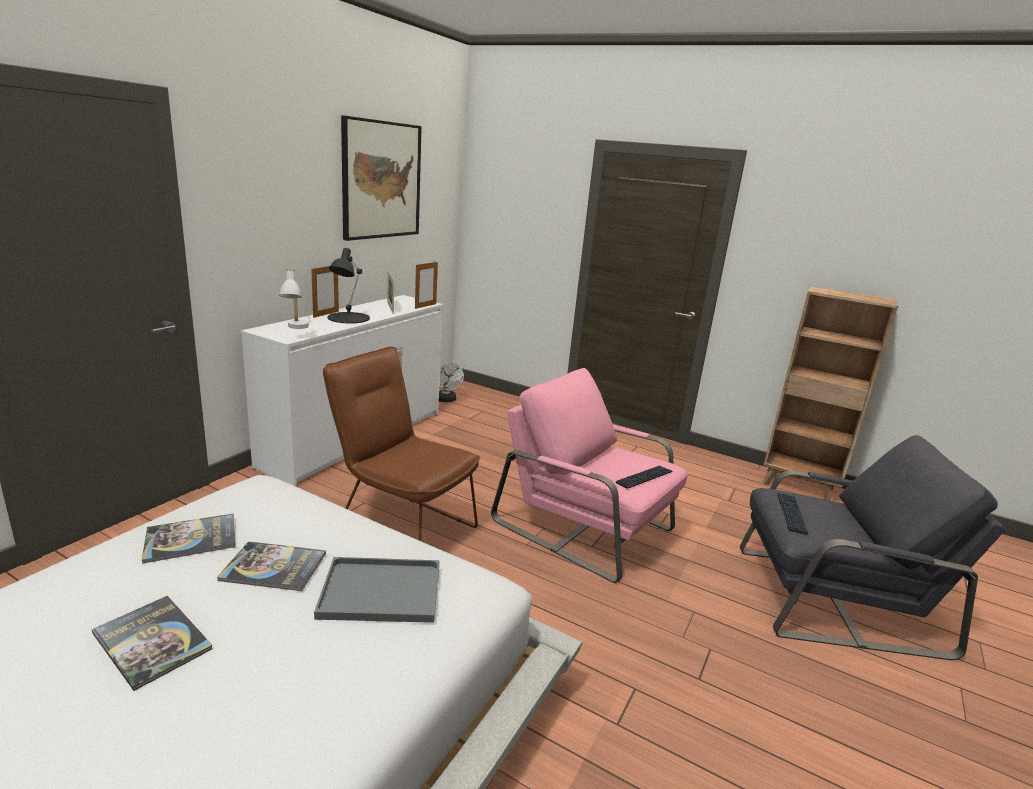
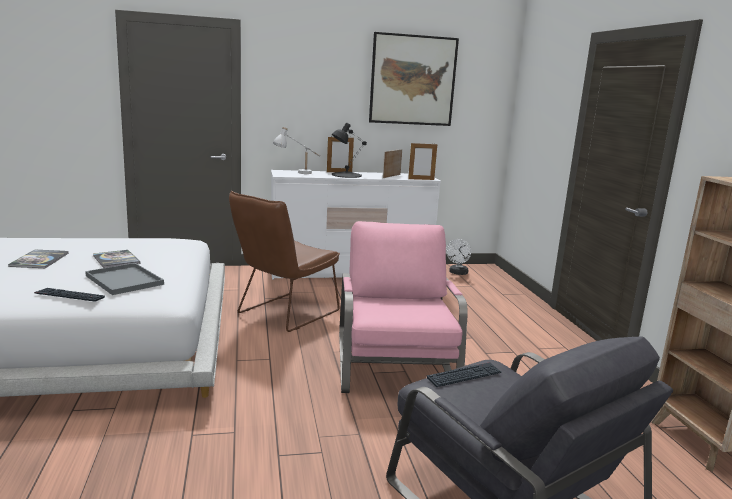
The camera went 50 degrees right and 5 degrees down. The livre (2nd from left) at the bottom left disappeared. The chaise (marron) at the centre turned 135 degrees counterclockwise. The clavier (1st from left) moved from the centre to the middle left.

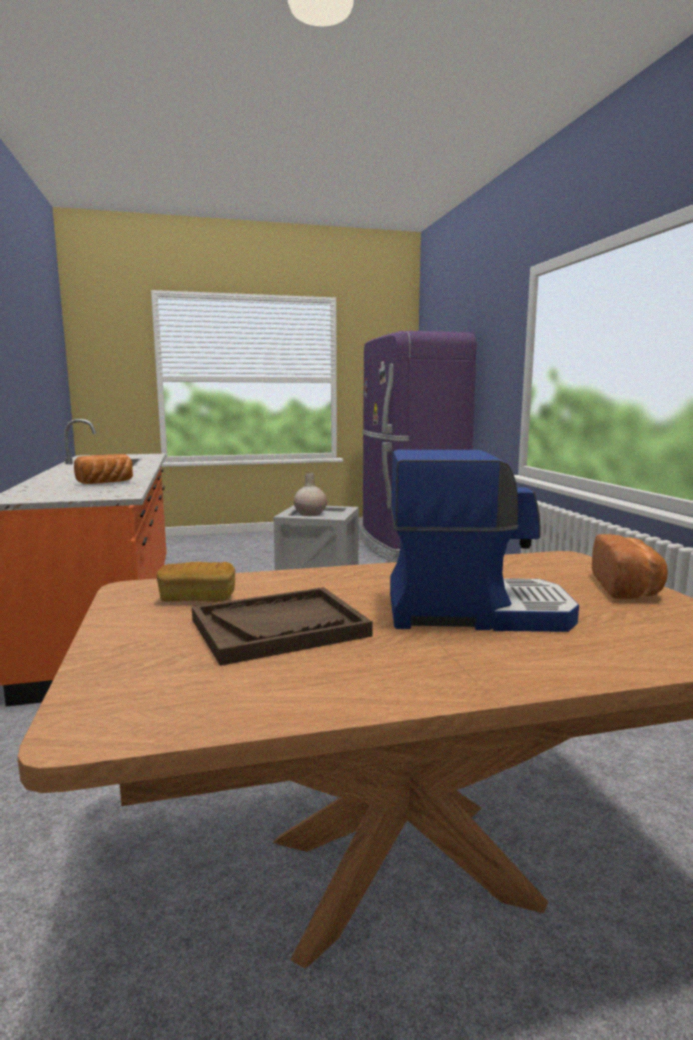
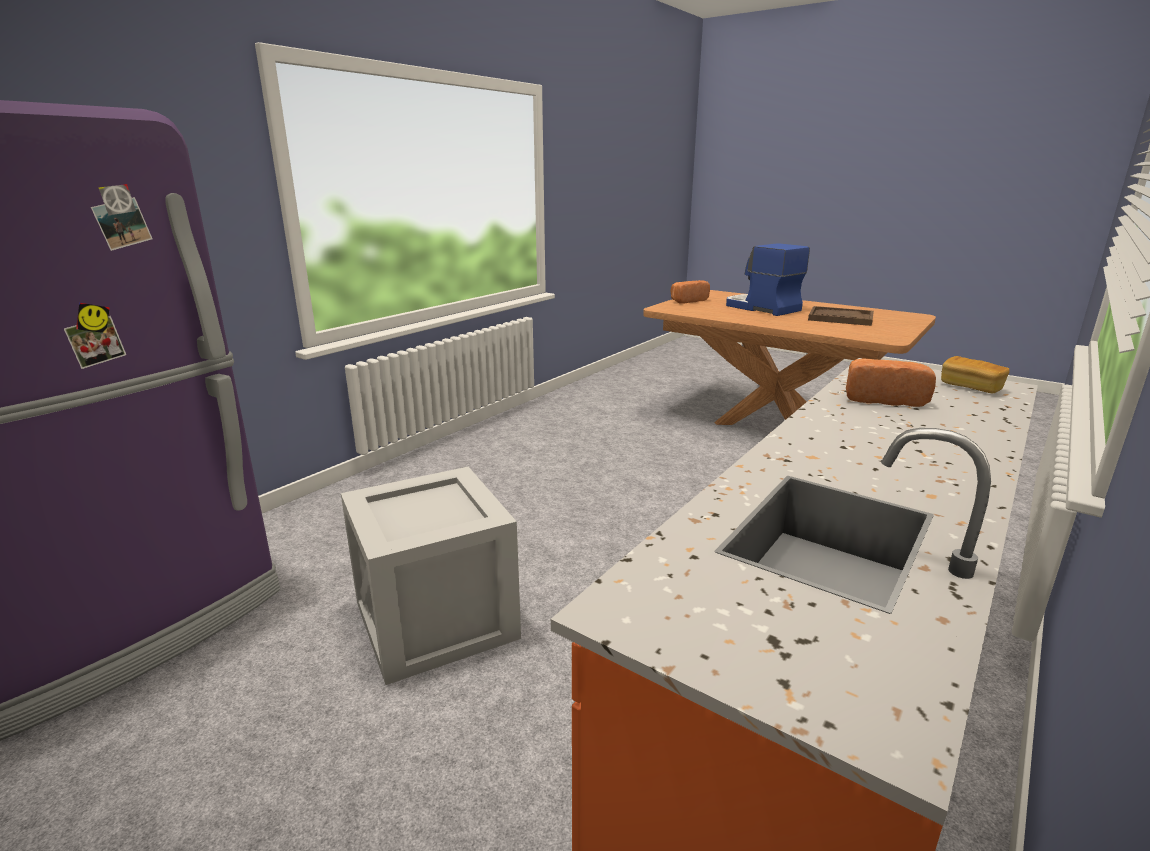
The camera went 130 degrees left and 10 degrees up. The pain (2nd from left in the first image) moved from the middle left to the middle right. The vase (beige) at the centre disappeared.

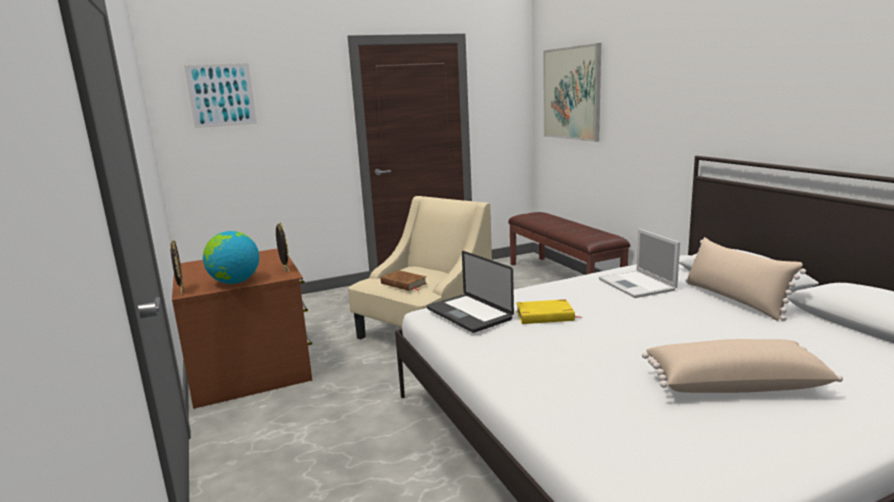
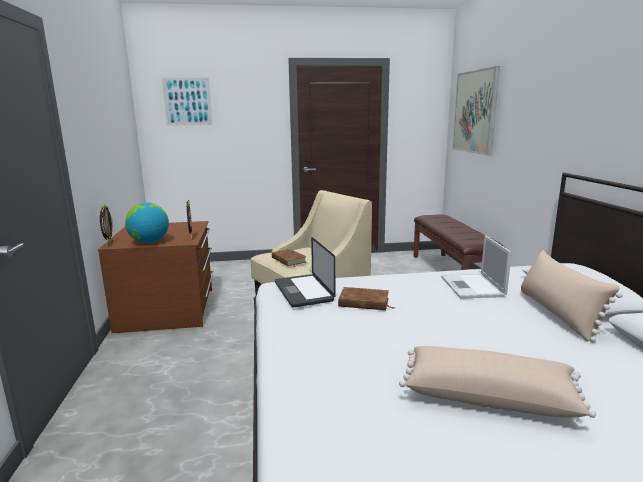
The camera went 15 degrees right and 0 degrees up. The livre (jaune) at the centre became the livre (marron) (2nd from left) at the centre.

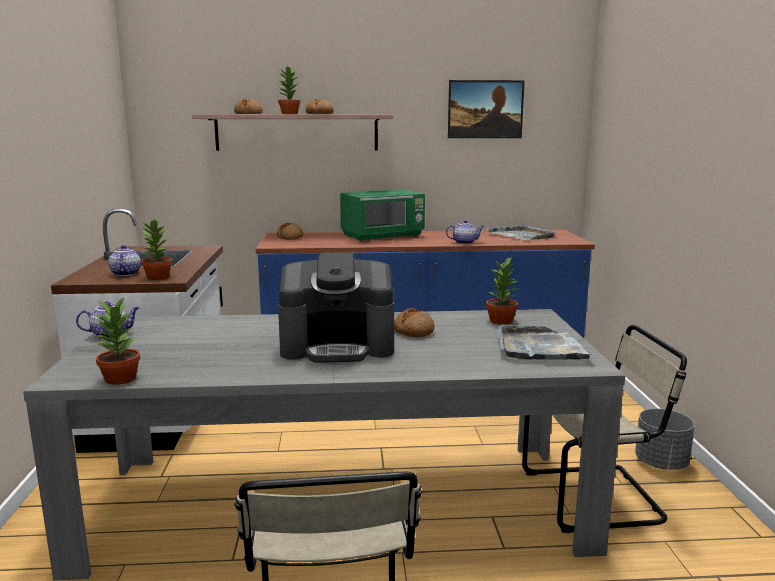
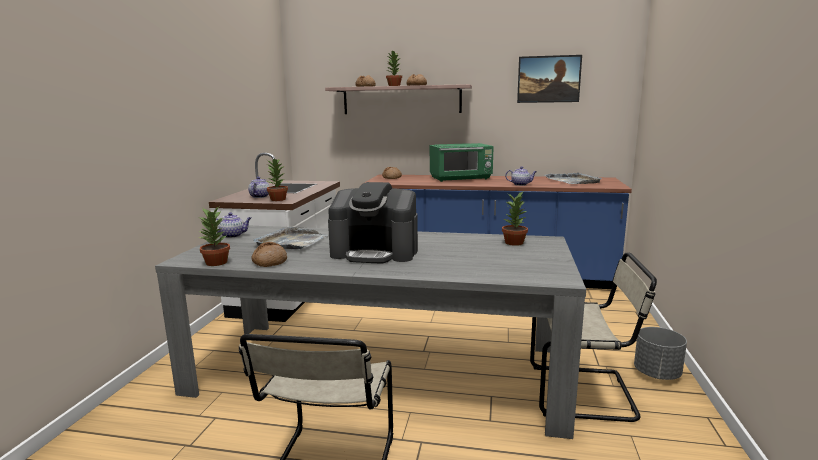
The camera went 15 degrees right and 0 degrees up. The pain (4th from left in the first image) moved from the centre to the middle left. The plateau (gris) (2nd from left in the first image) moved from the middle right to the centre.

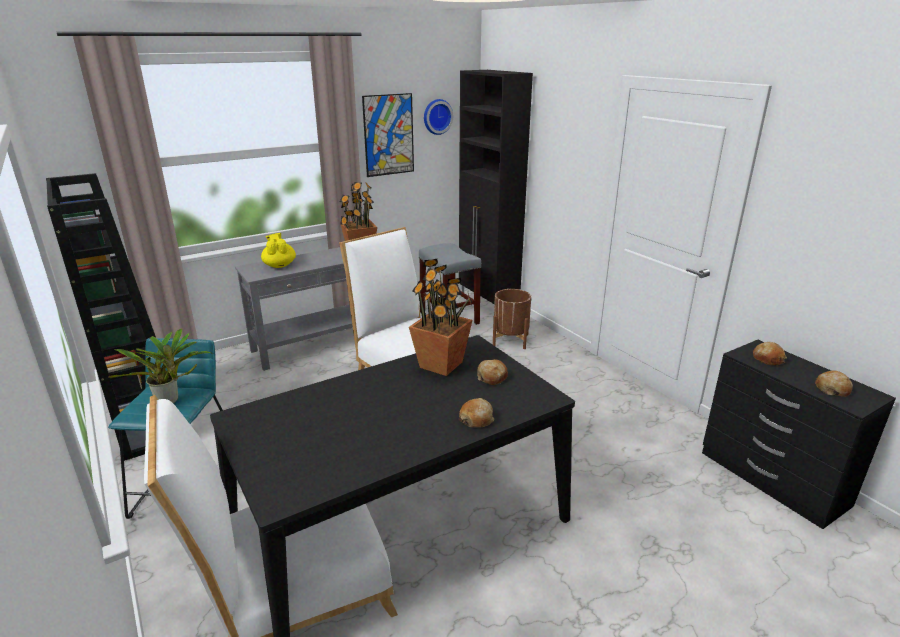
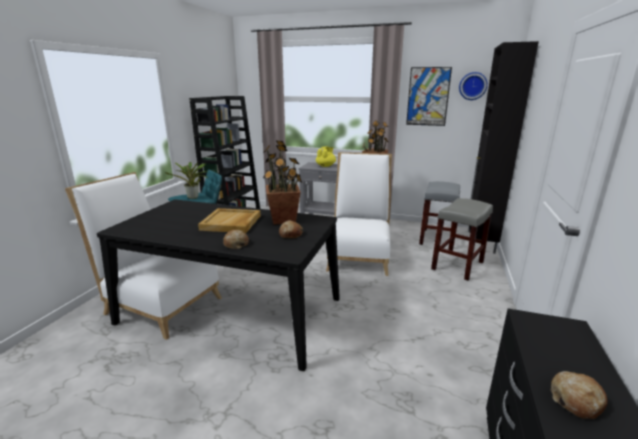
The camera went 50 degrees right and 5 degrees down. The cache-pot (marron) at the centre was replaced by the tabouret (gris) (2nd from left) at the middle right. The pain (3rd from left) at the middle right disappeared. The plateau (beige) at the centre appeared.

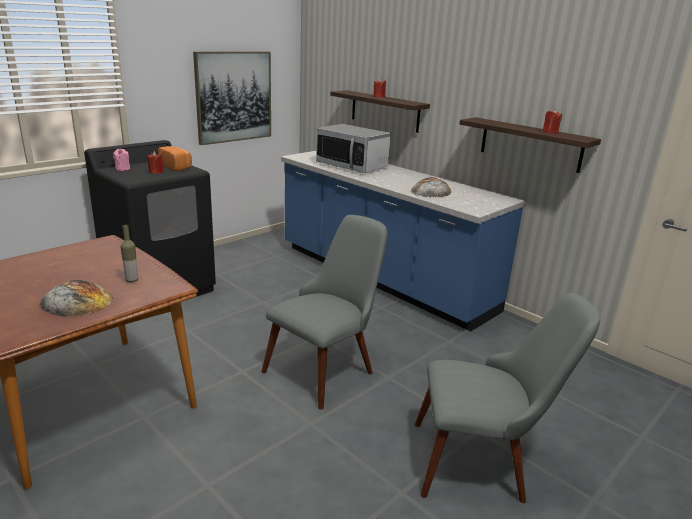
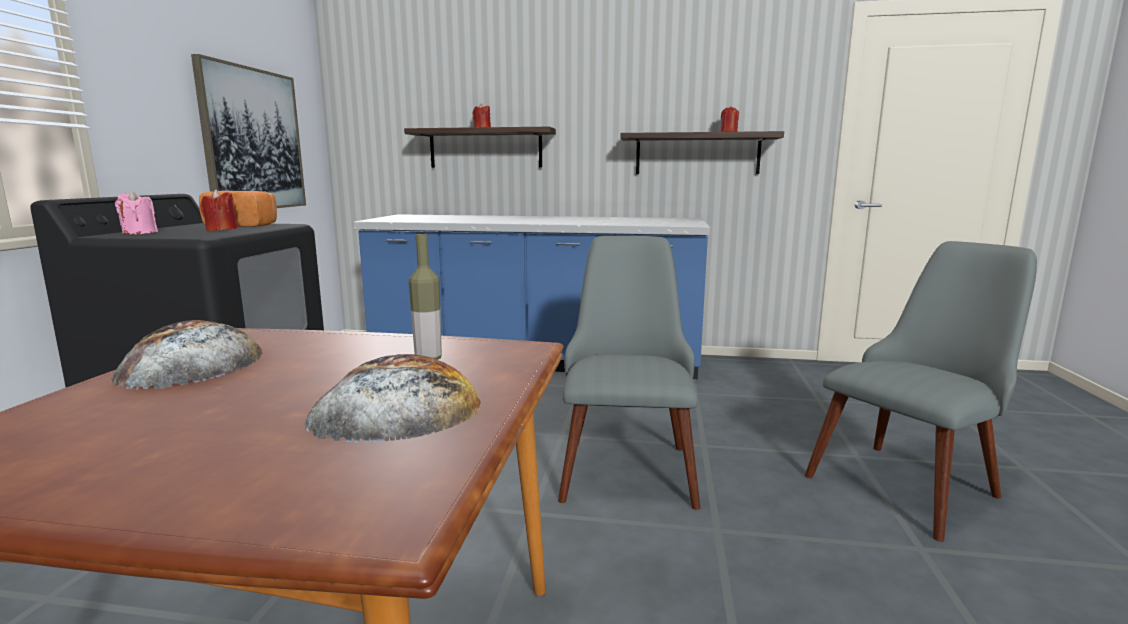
The camera went 35 degrees left and 10 degrees down. The micro-ondes at the top centre disappeared. The pain (3rd from left in the first image) moved from the centre to the middle left.

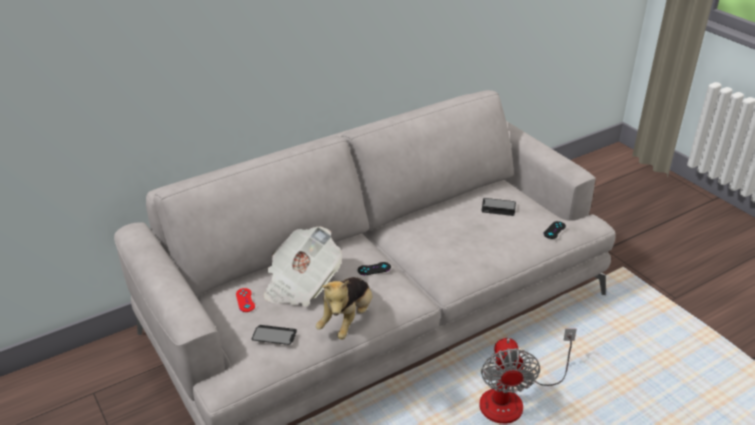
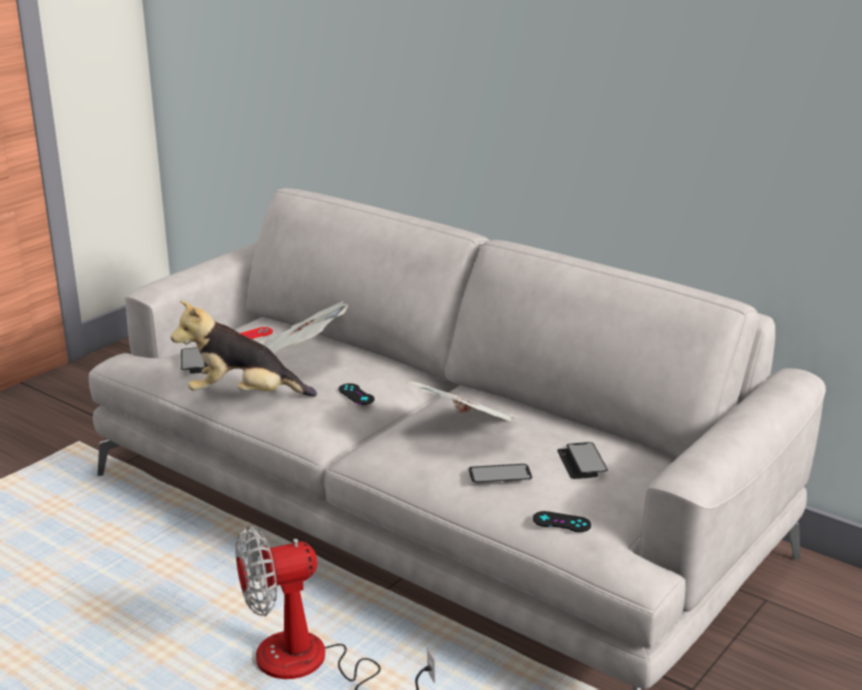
The camera went 70 degrees right and 10 degrees down. The journal (2nd from left) at the centre appeared. The téléphone (2nd from left) at the bottom centre appeared.

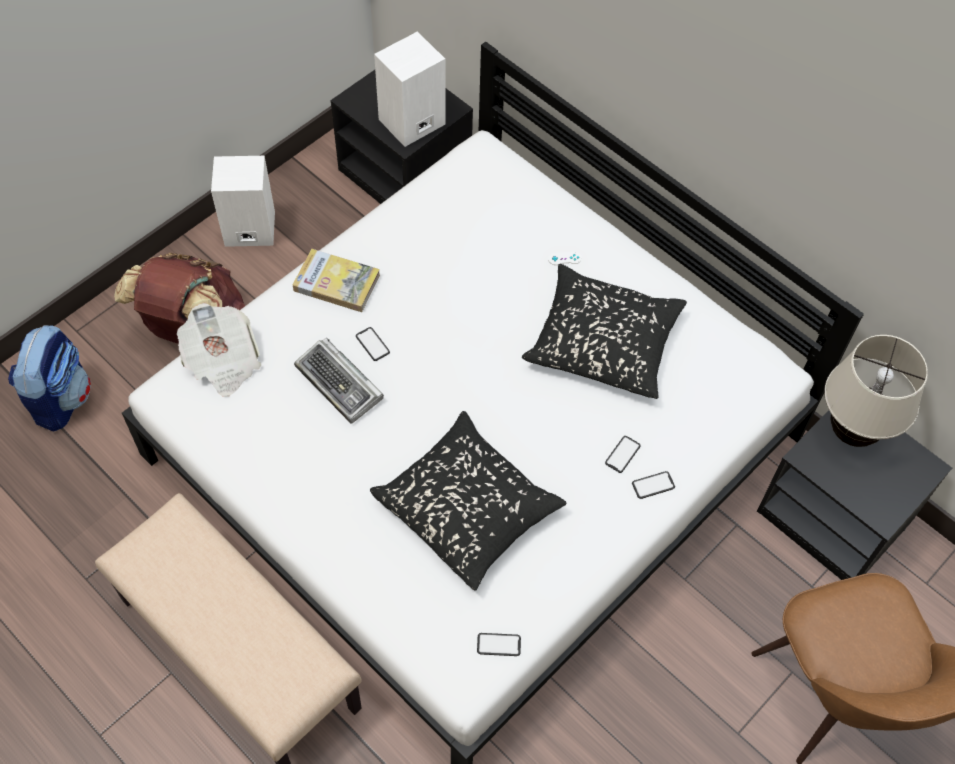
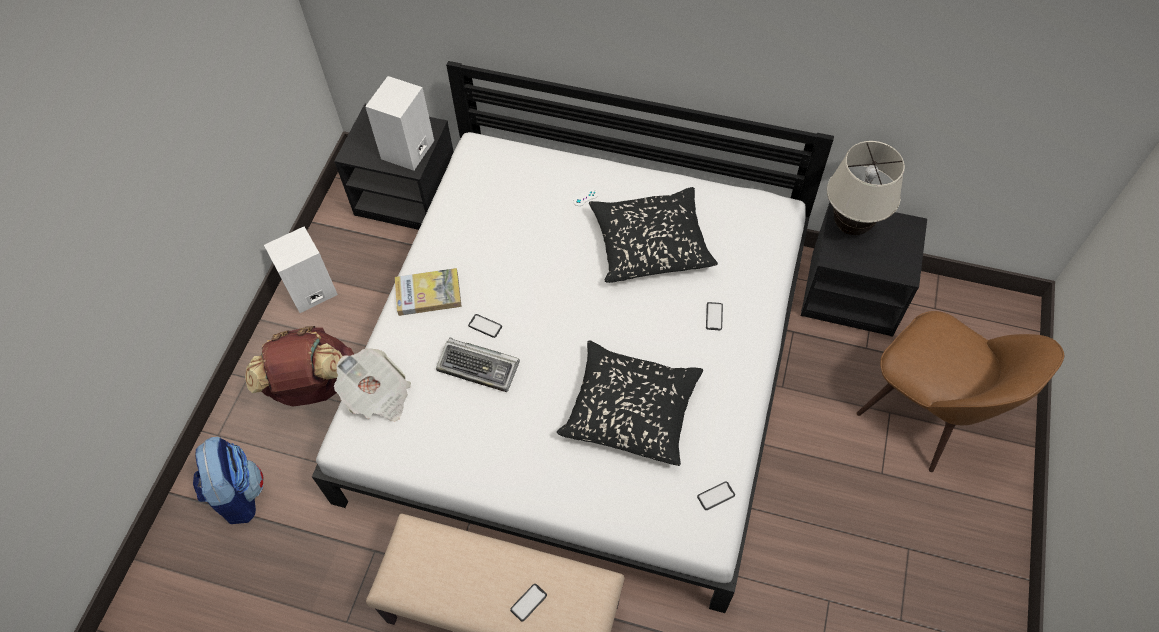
The camera went 25 degrees left and 0 degrees up. The téléphone (4th from left in the first image) moved from the middle right to the bottom centre.

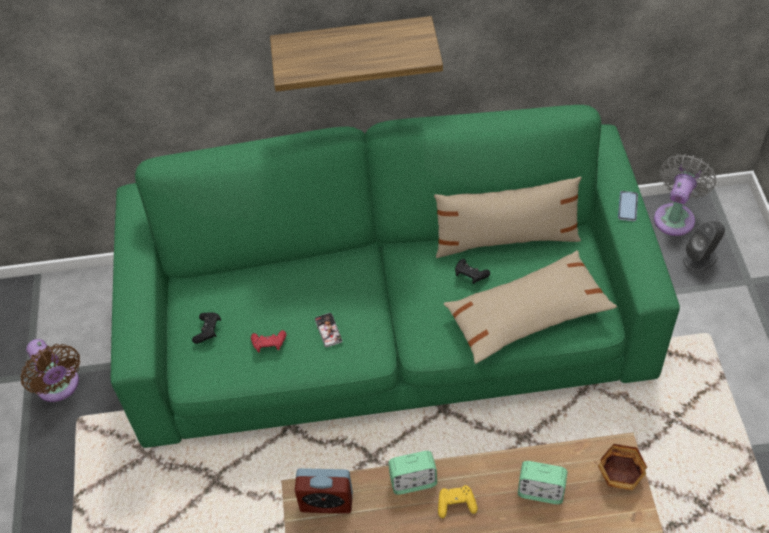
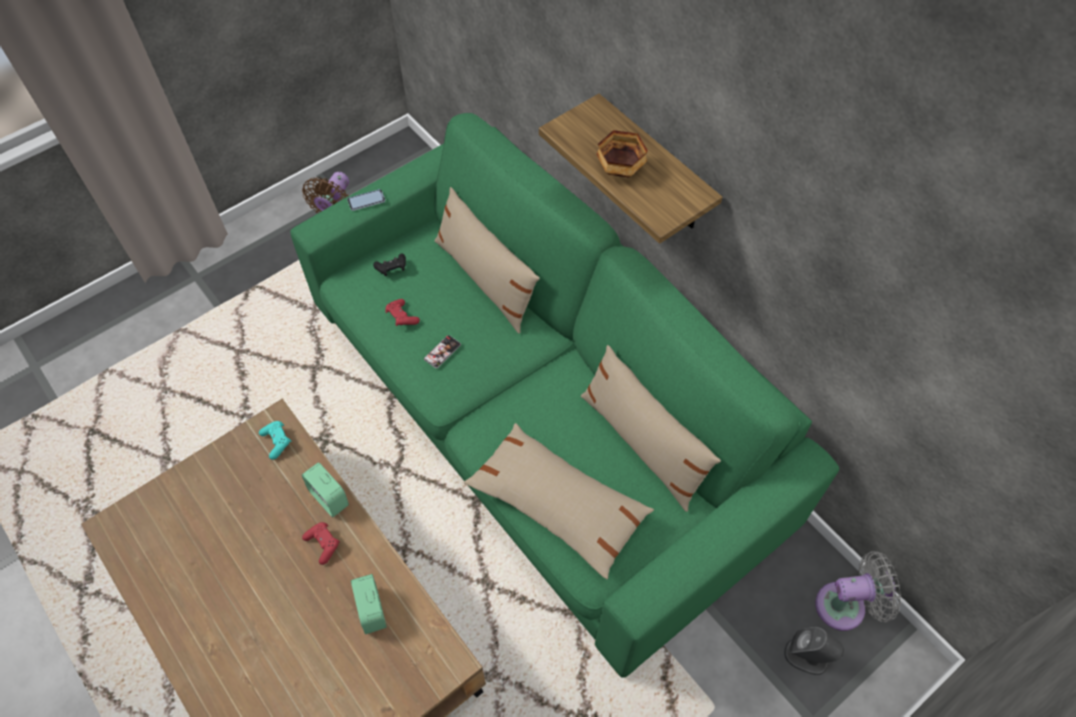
The camera went 55 degrees right and 5 degrees up. The réveil (1st from left) at the bottom centre was replaced by the manette (turquoise) at the middle left. The manette (jaune) at the bottom centre became the manette (rouge) (1st from left) at the bottom left. The manette (noir) (2nd from left) at the centre disappeared. The bol moved from the bottom right to the top centre. The téléphone (2nd from left in the first image) moved from the middle right to the top centre. The coussin (beige) (1st from left) at the centre appeared.

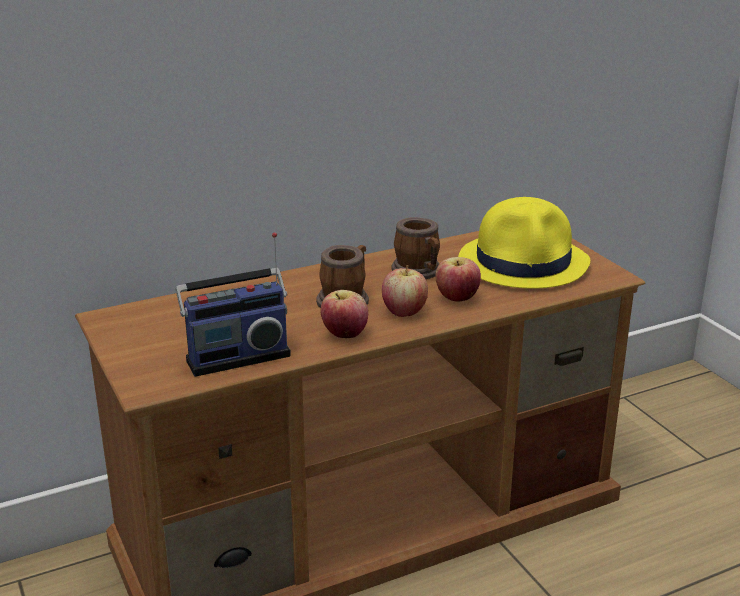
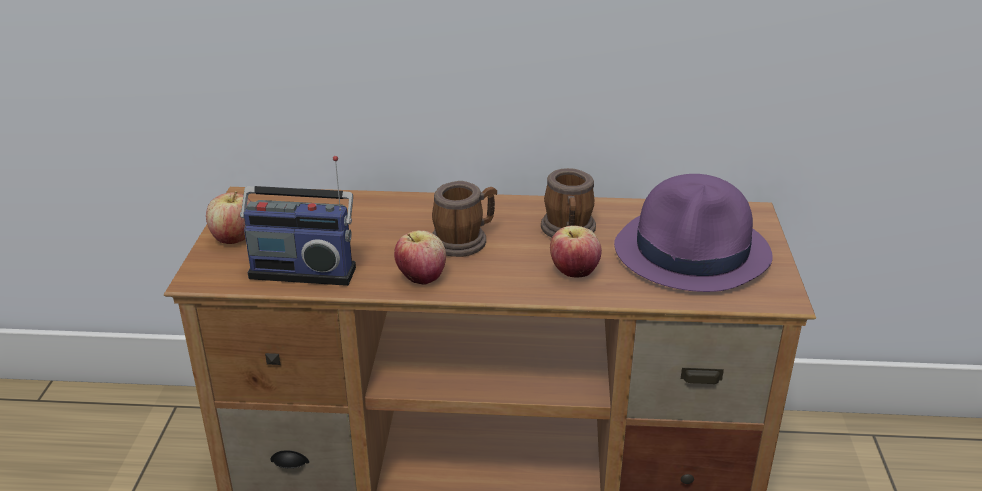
The camera went 30 degrees right and 5 degrees up. The pomme (2nd from left in the first image) moved from the centre to the middle left. The chapeau (jaune) at the middle right became the chapeau (violet) at the middle right.

